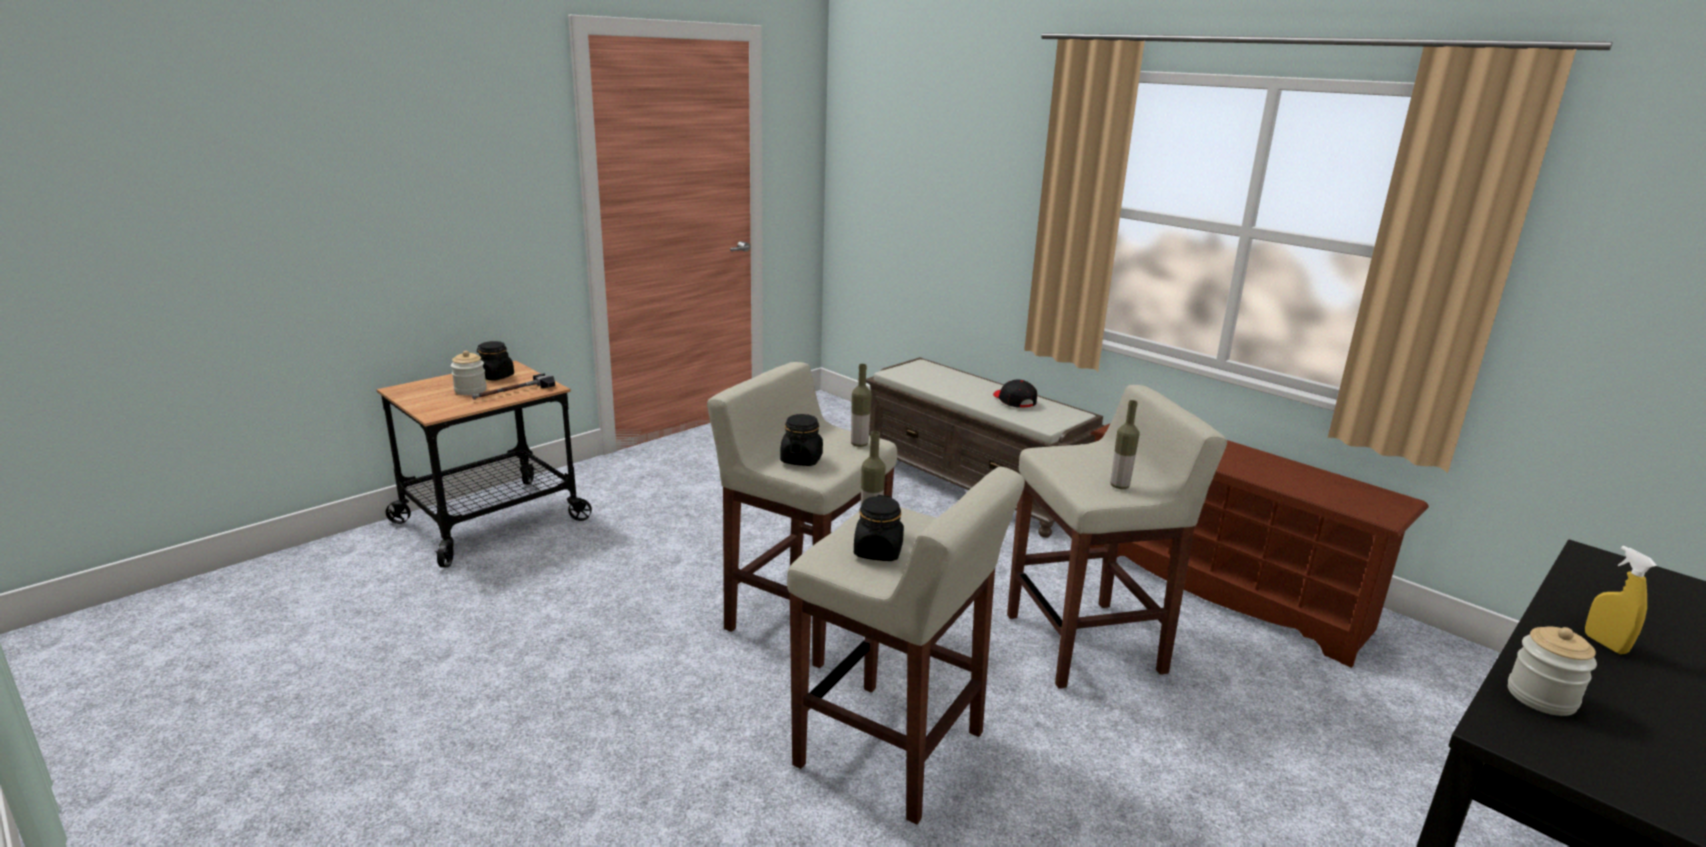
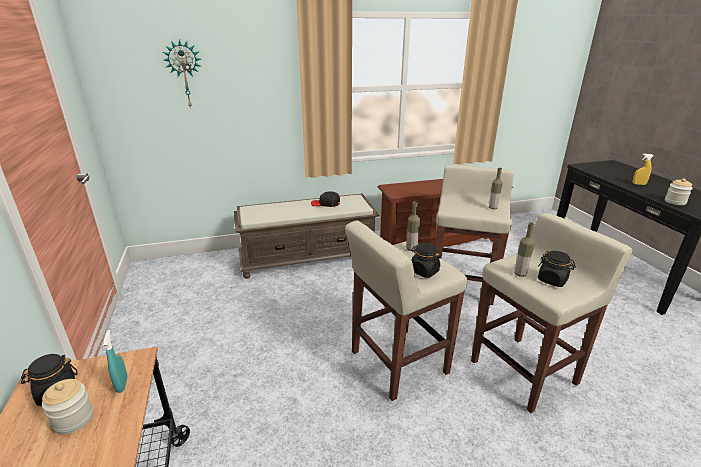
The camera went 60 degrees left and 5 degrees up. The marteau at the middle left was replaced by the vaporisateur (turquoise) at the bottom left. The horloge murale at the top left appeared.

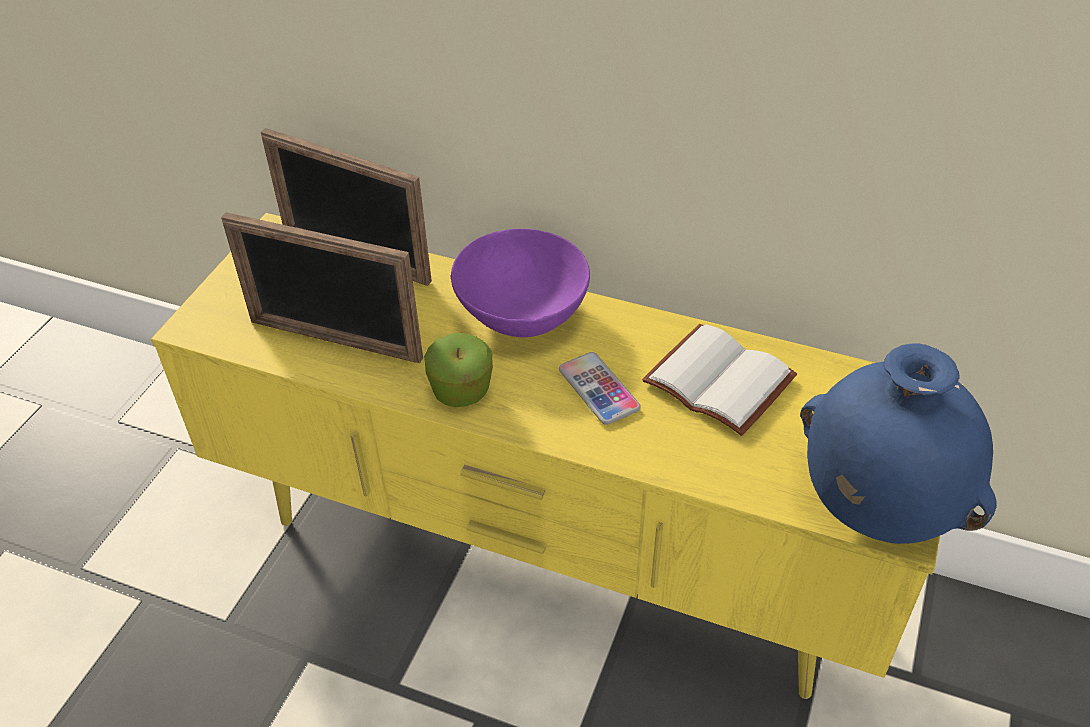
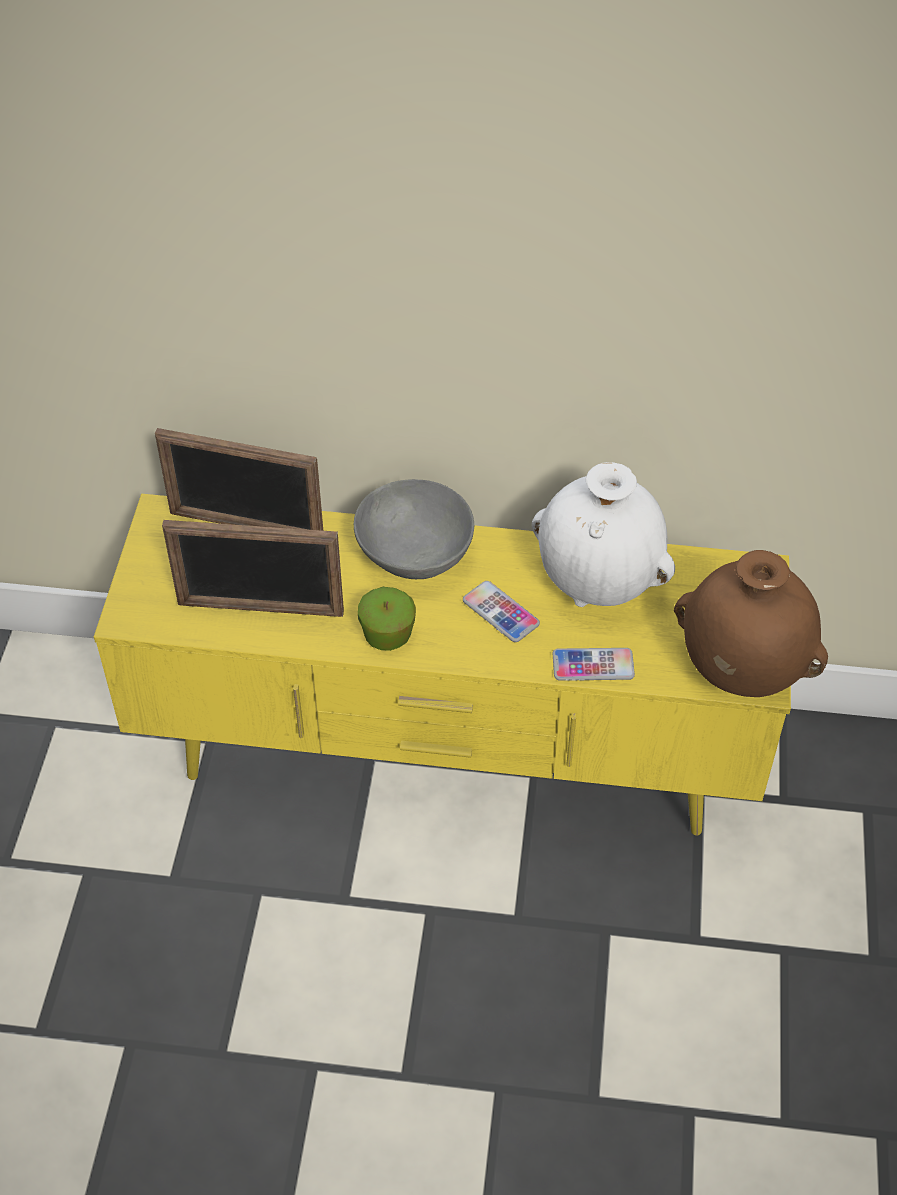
The camera went 15 degrees left and 5 degrees up. The bol (violet) at the centre became the bol (gris) at the centre. The livre (blanc) at the centre was replaced by the vase (blanc) at the middle right. The vase (bleu) at the middle right became the vase (marron) at the middle right. The téléphone (2nd from left) at the centre appeared.

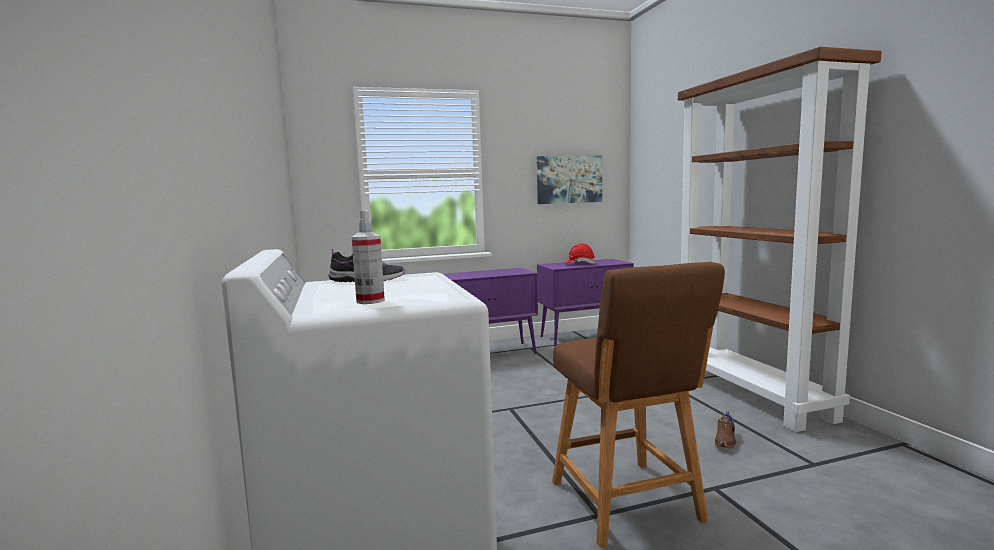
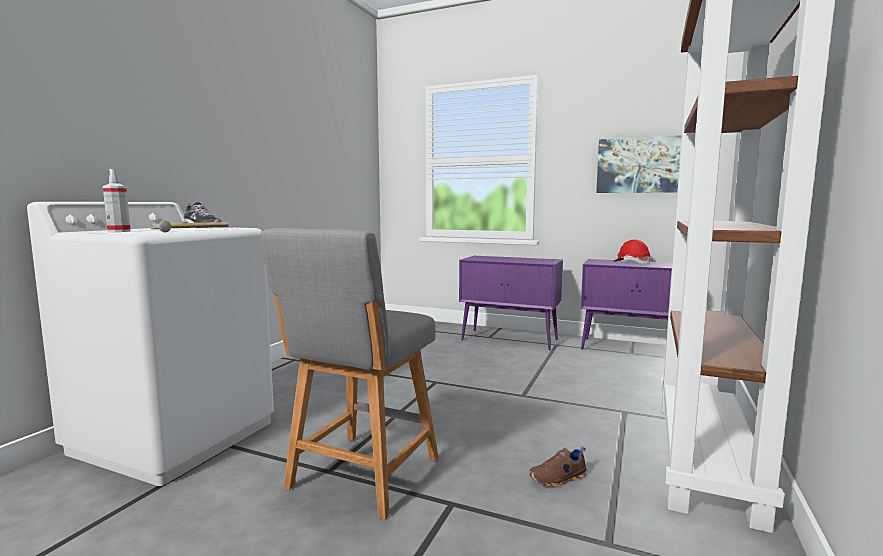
The camera went 40 degrees right and 0 degrees up. The tabouret (marron) at the bottom centre became the tabouret (gris) at the bottom centre. The marteau at the middle left appeared.

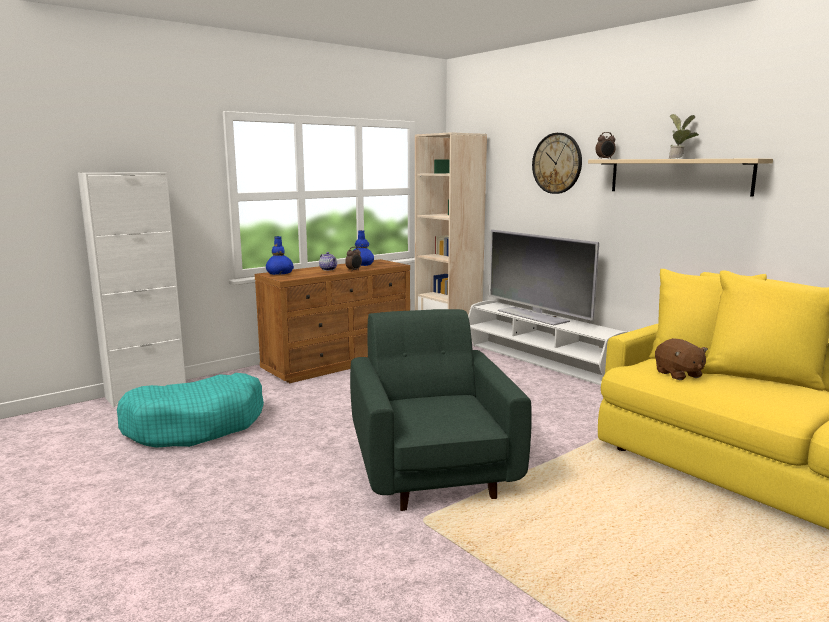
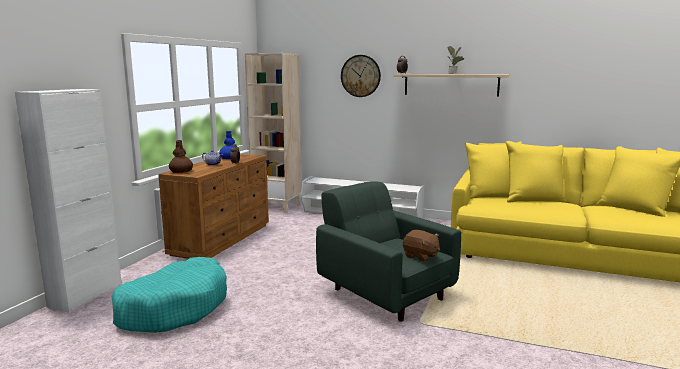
The camera went 30 degrees left and 0 degrees up. The vase (bleu) (1st from left) at the centre became the vase (marron) at the middle left. The téléviseur at the centre disappeared. The peluche (marron) moved from the middle right to the bottom centre.

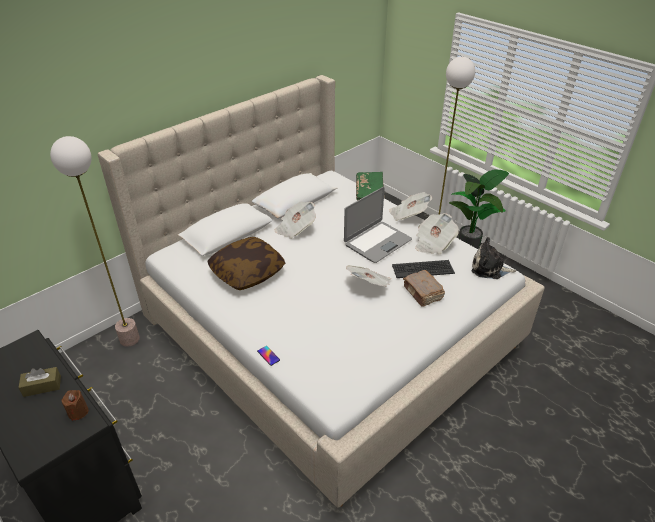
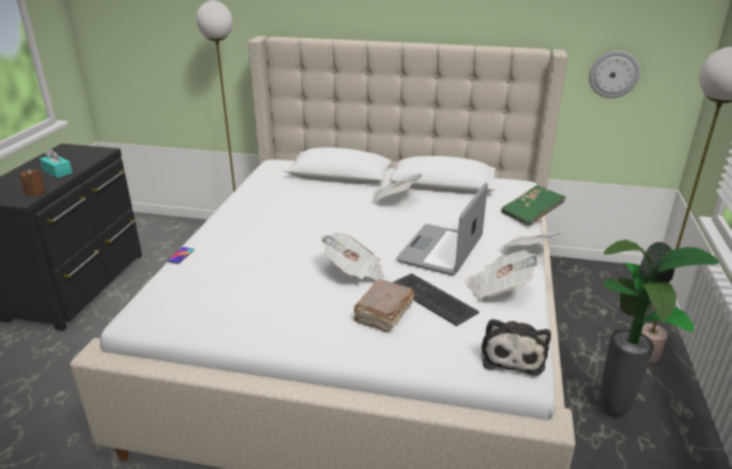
The camera went 55 degrees right and 10 degrees down. The boîte à mouchoirs (marron) at the bottom left became the boîte à mouchoirs (turquoise) at the middle left. The coussin at the centre disappeared. The ordinateur portable at the centre turned 105 degrees clockwise. The peluche at the middle right turned 150 degrees counterclockwise. The horloge murale at the top right appeared.

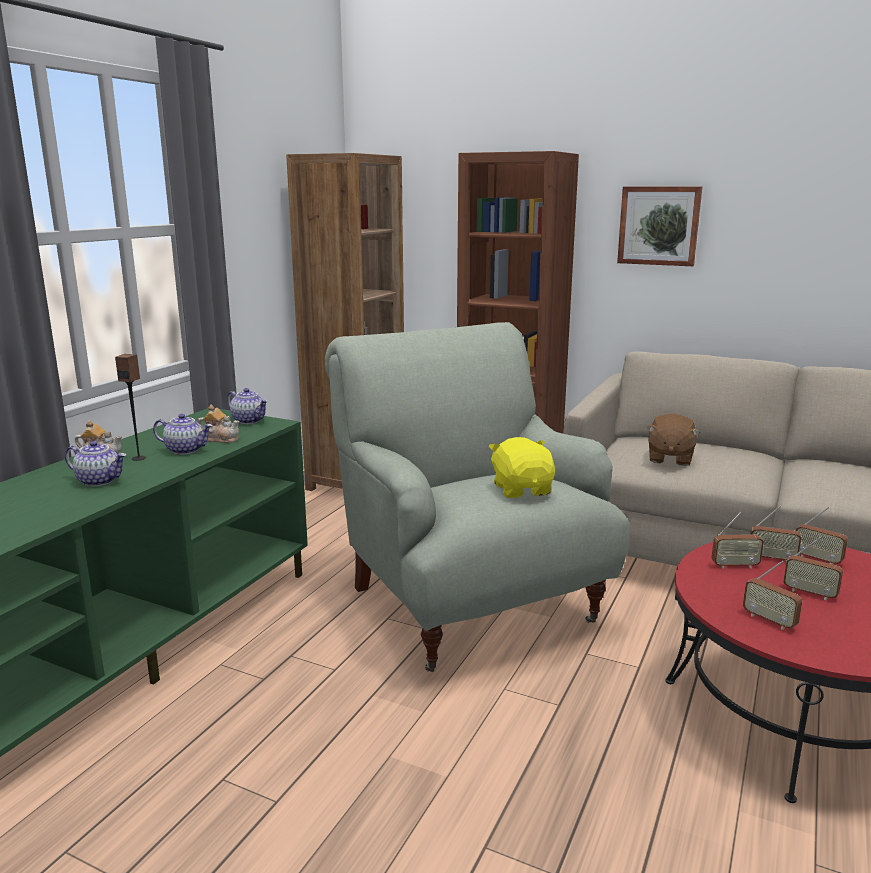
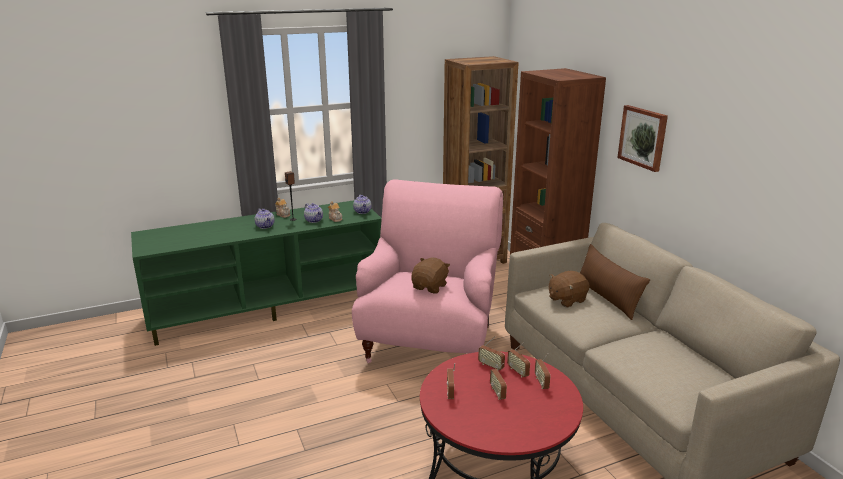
The camera went 40 degrees right and 5 degrees up. The fauteuil (gris) at the centre became the fauteuil (rose) at the centre. The peluche (jaune) at the centre became the peluche (marron) (1st from left) at the centre. The coussin (marron) at the middle right appeared.

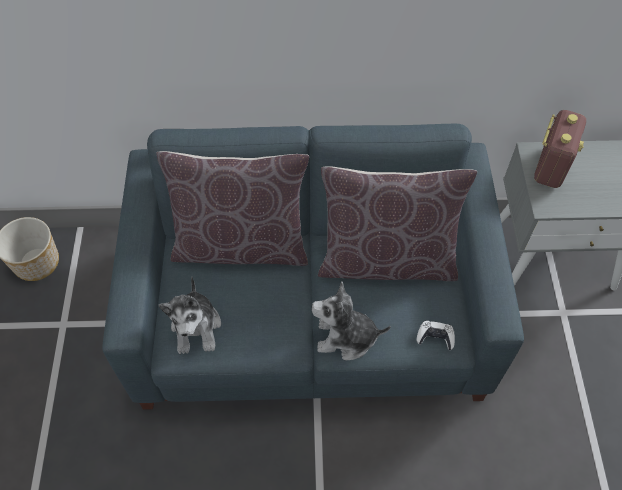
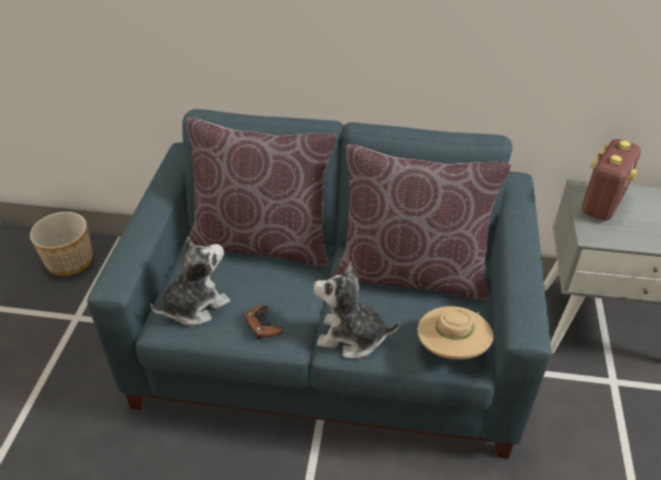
The camera went 10 degrees right and 15 degrees down. The peluche (1st from left) at the middle left turned 135 degrees counterclockwise. The manette (blanc) at the bottom right was replaced by the chapeau (beige) at the bottom right. The manette (marron) at the bottom centre appeared.

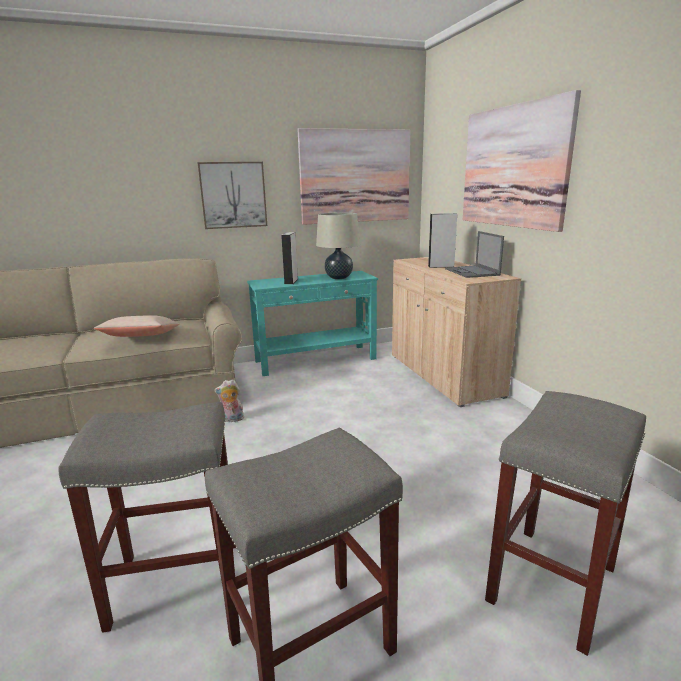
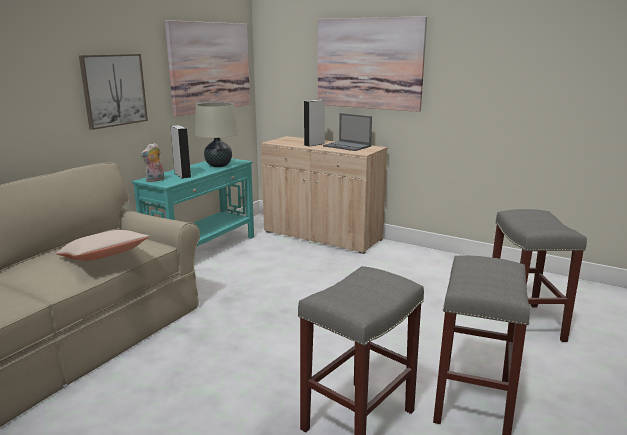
The camera went 40 degrees left and 0 degrees up. The peluche moved from the centre to the middle left.

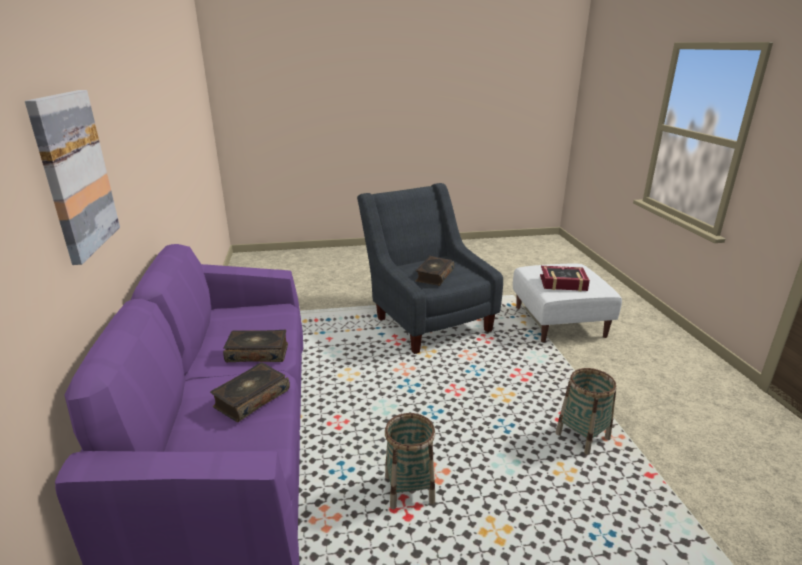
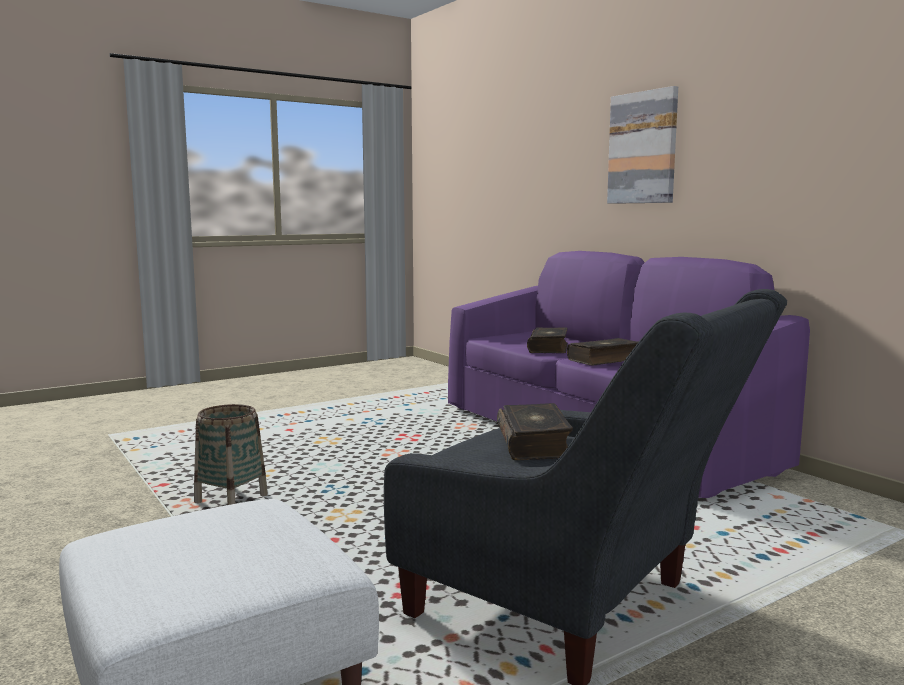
The camera went 155 degrees right and 15 degrees down. The panier (1st from left) at the bottom centre disappeared. The livre (4th from left) at the middle right disappeared.

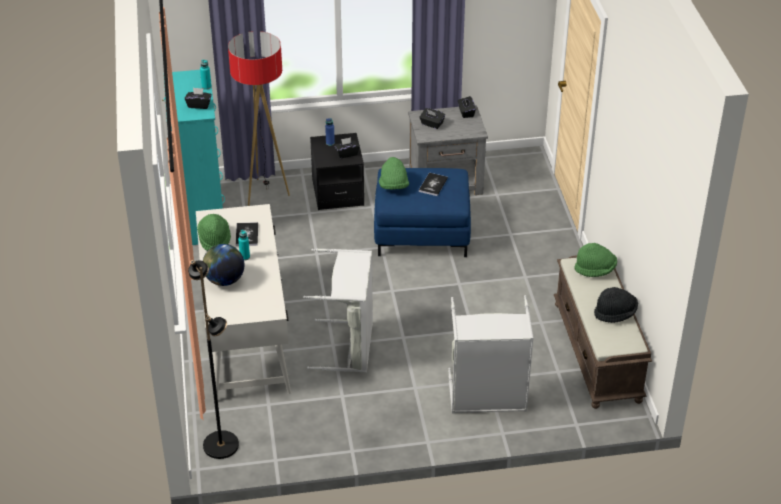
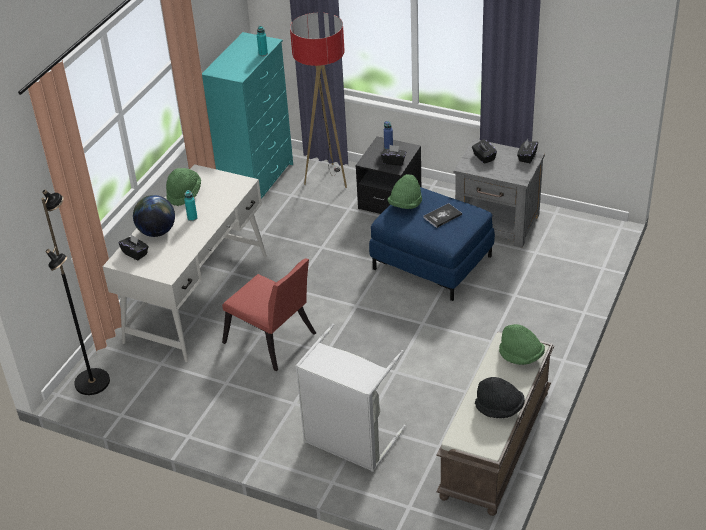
The camera went 35 degrees right and 0 degrees up. The boîte à mouchoirs (noir) (1st from left) moved from the top left to the middle left. The livre (1st from left) at the middle left disappeared. The panier à linge (gris) (1st from left) at the centre was replaced by the chaise (rouge) at the centre.

